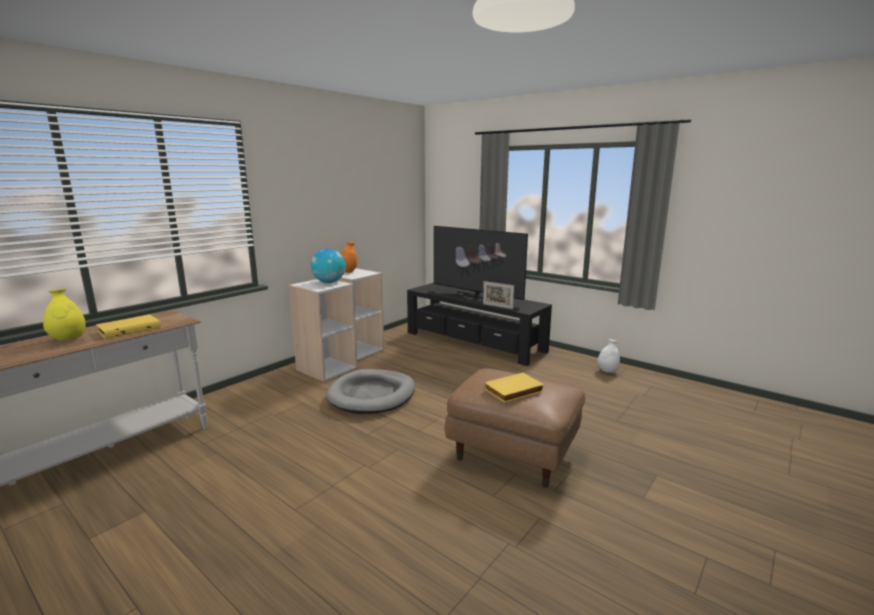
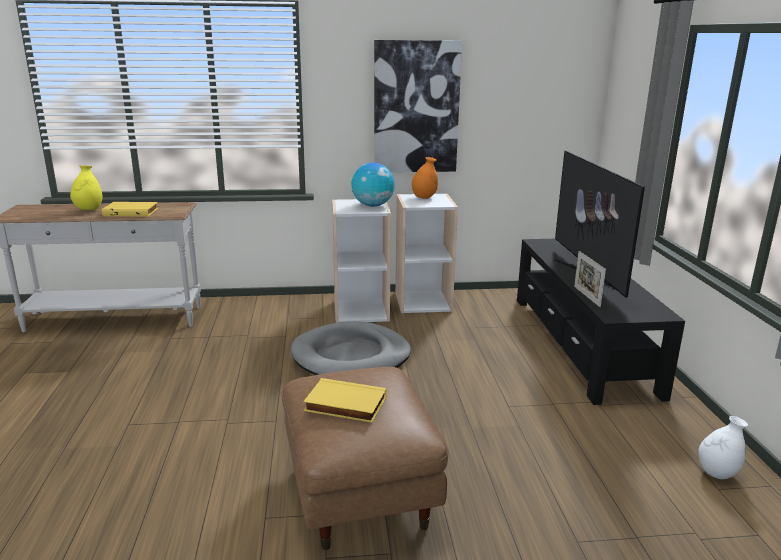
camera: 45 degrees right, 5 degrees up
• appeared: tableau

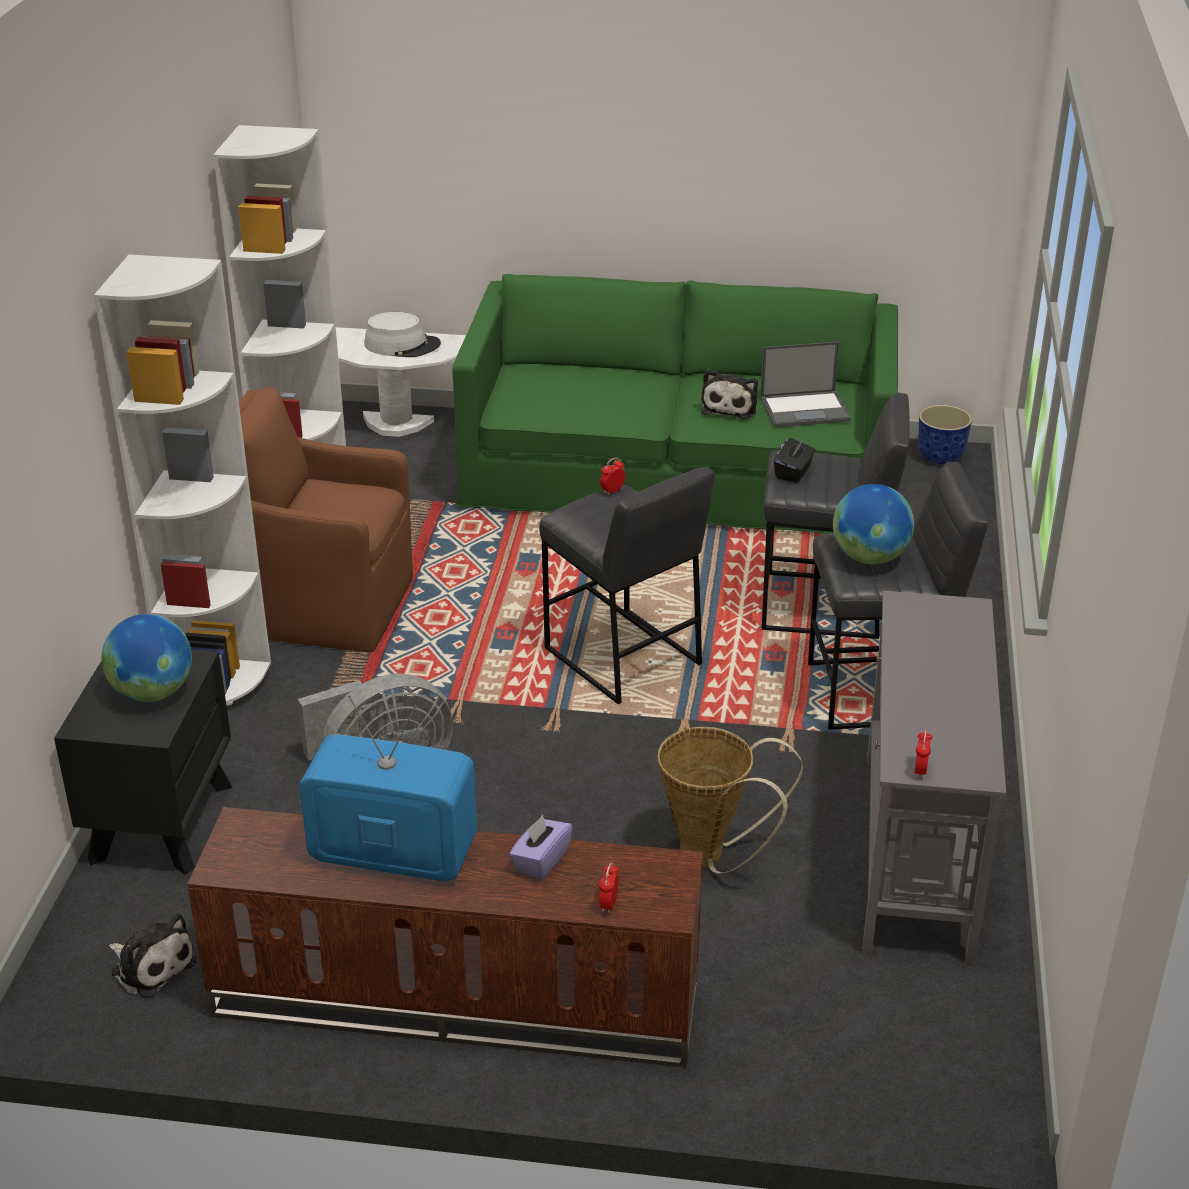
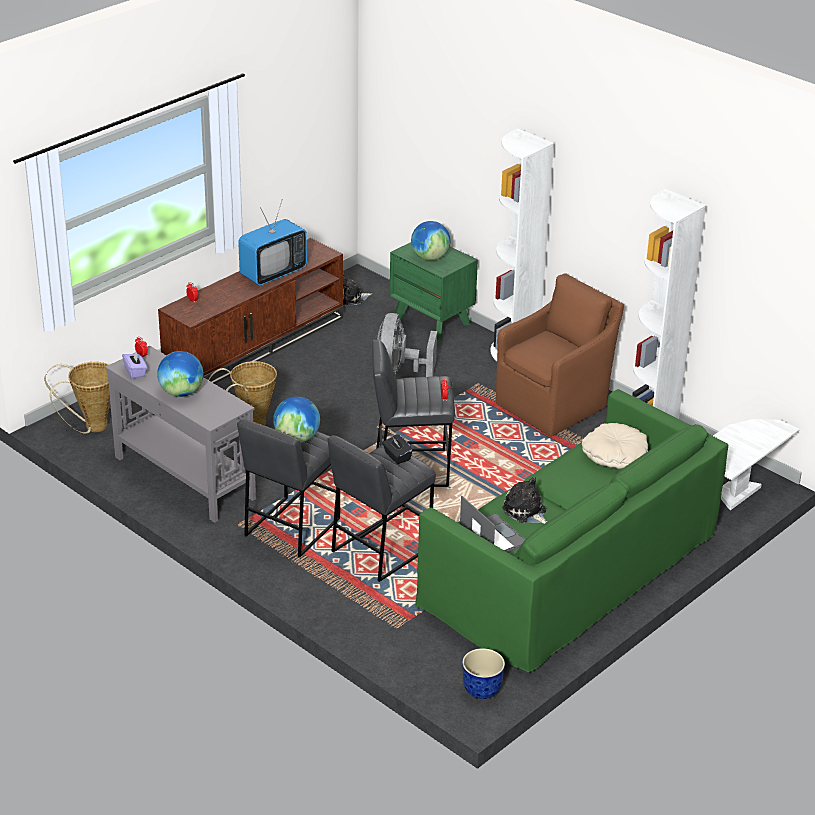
camera: 125 degrees right, 0 degrees up
• missing: chapeau/gris
• spun: ordinateur portable 120 degrees clockwise
• colour: table de chevet/noir to table de chevet/vert
• relocated: boîte à mouchoirs/violet
• appeared: globe (no. 1 from left)
• appeared: panier (no. 1 from left)
• appeared: coussin/beige

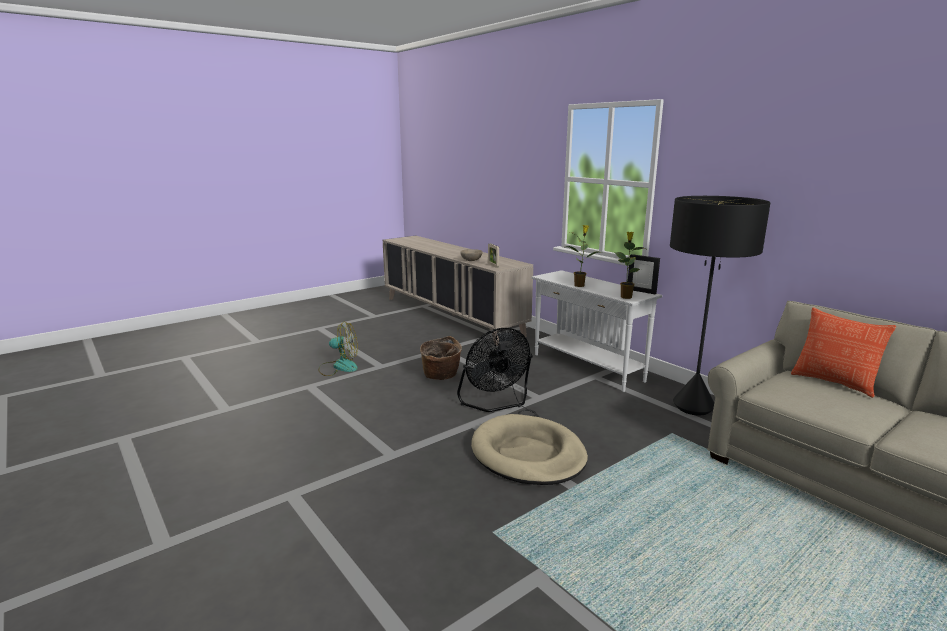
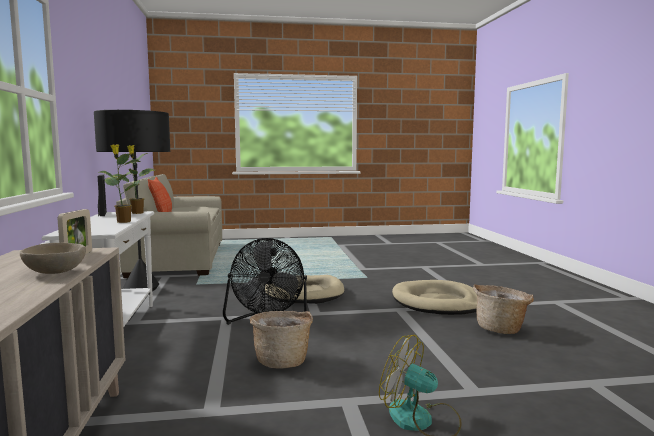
camera: 150 degrees left, 10 degrees down
• appeared: panier pour chien/beige (no. 2 from left)
• appeared: panier (no. 2 from left)

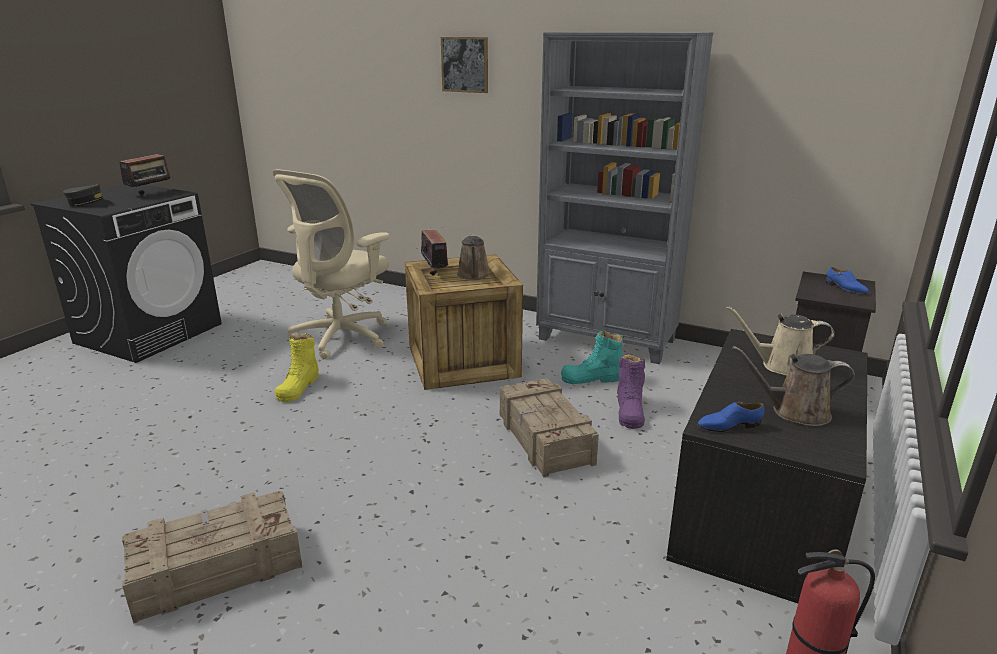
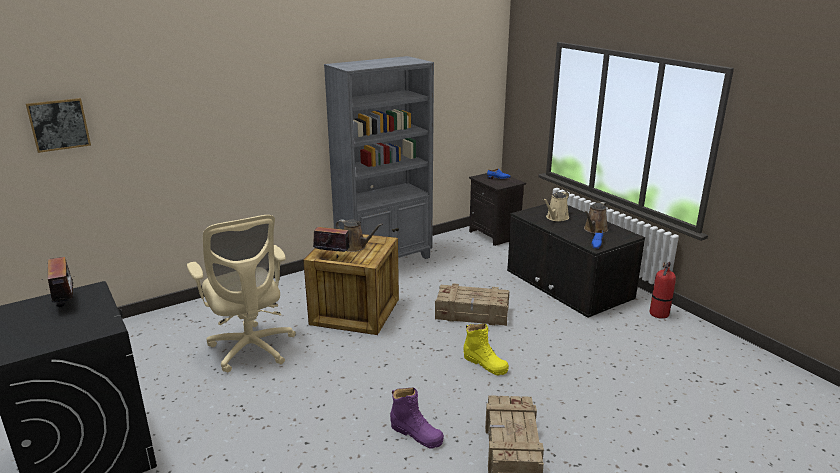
camera: 60 degrees left, 0 degrees up
• relocated: tableau
• missing: casquette/gris
• missing: botte/turquoise
• relocated: botte/jaune
• relocated: botte/violet

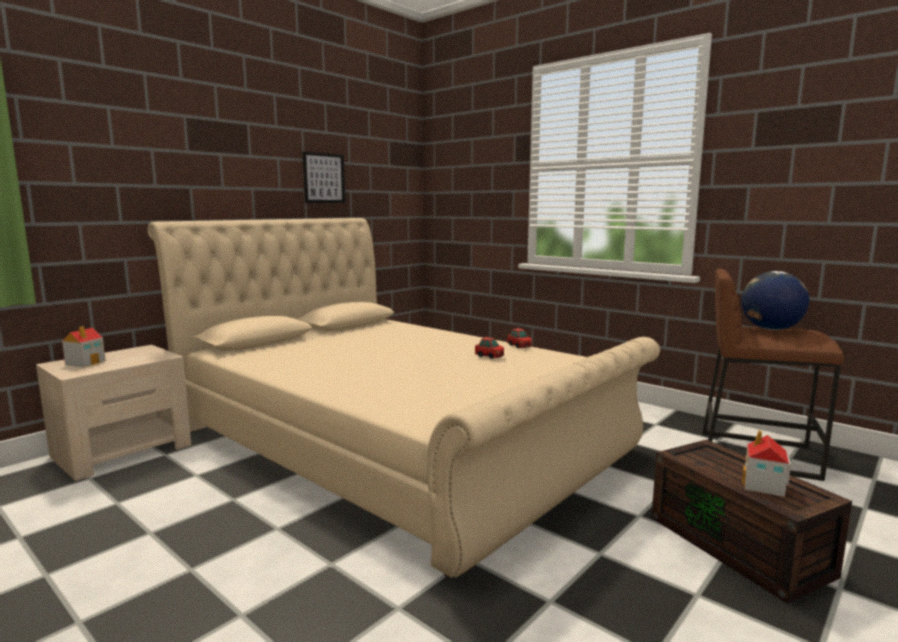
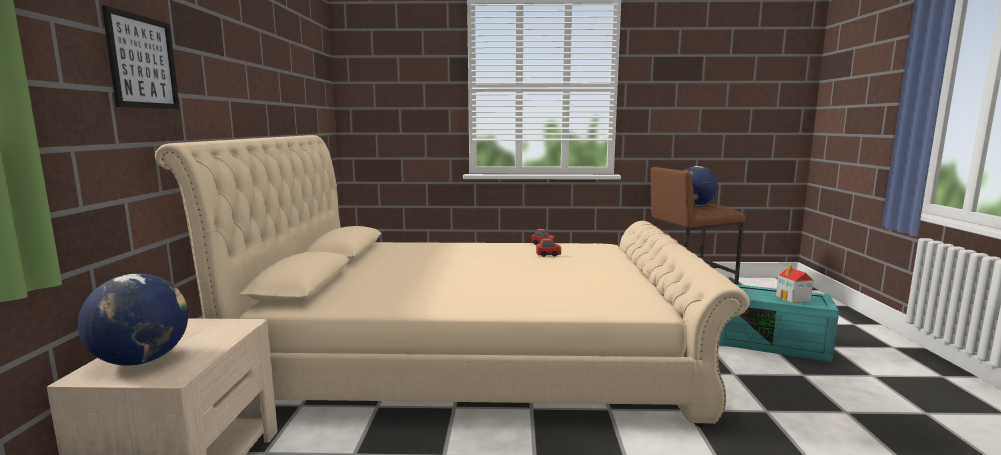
camera: 40 degrees left, 0 degrees up
• relocated: tableau
• exchanged: maison miniature (no. 1 from left) to globe (no. 1 from left)
• colour: boîte de rangement/marron to boîte de rangement/turquoise

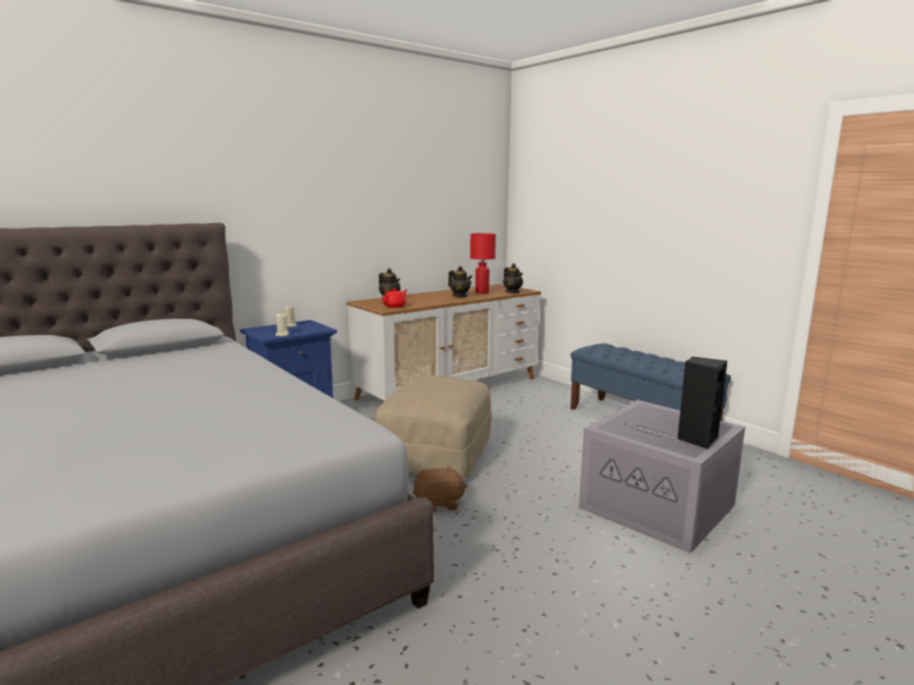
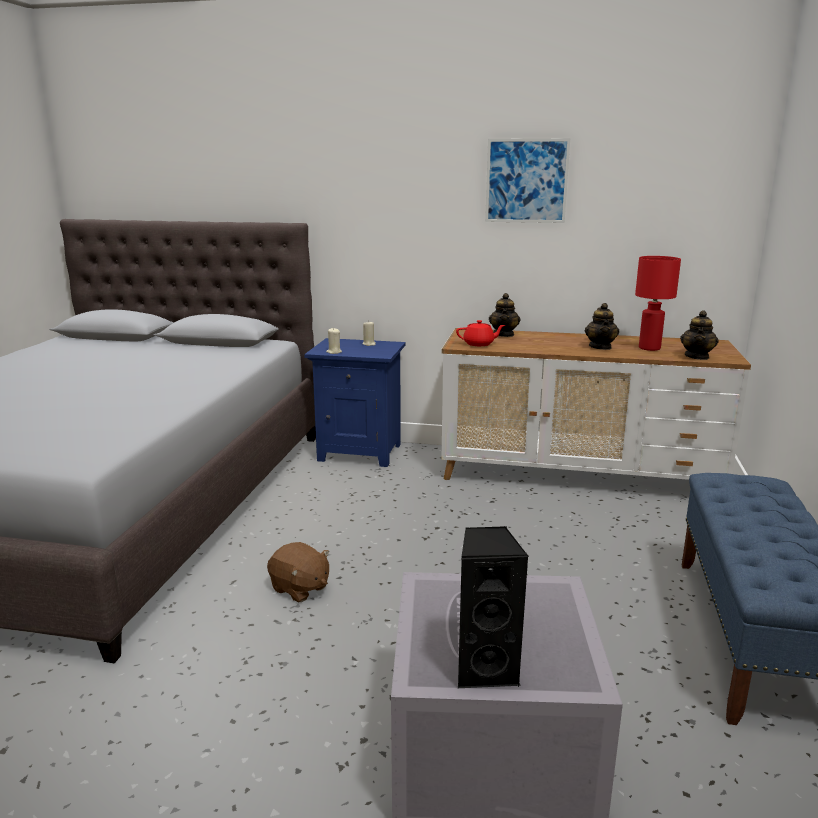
camera: 50 degrees right, 5 degrees up
• missing: pouf/beige
• appeared: tableau

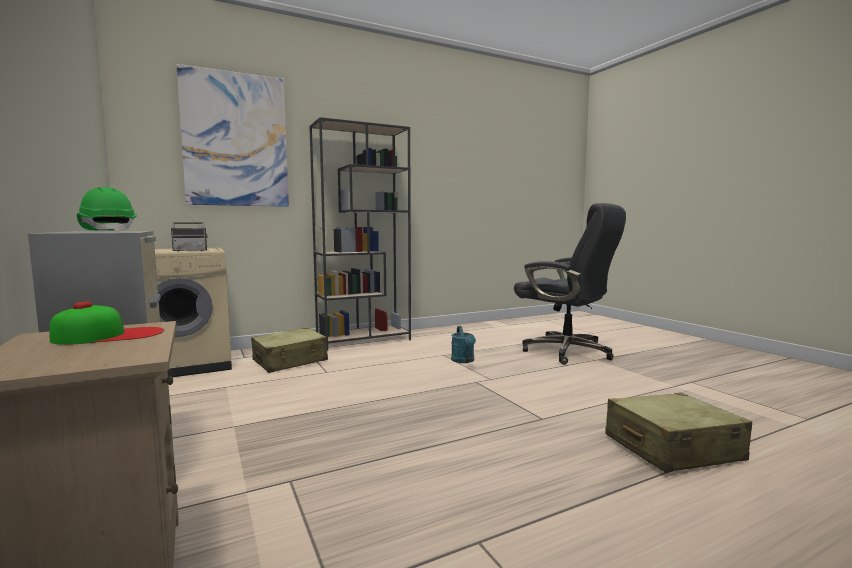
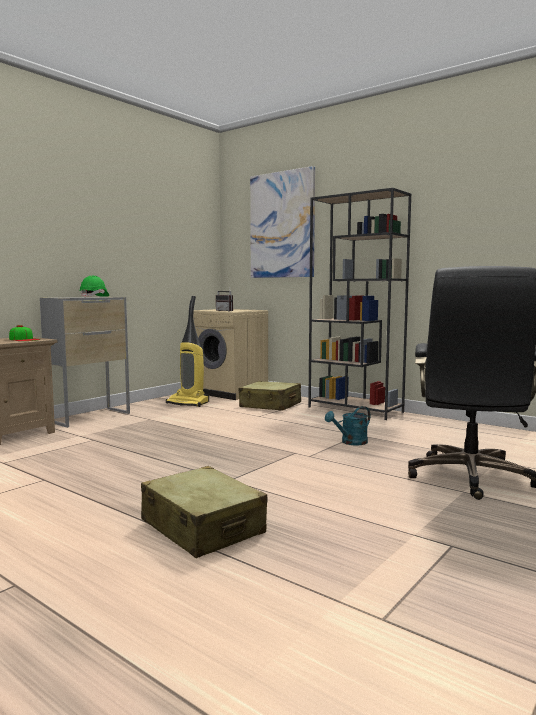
camera: 65 degrees right, 0 degrees up
• appeared: aspirateur

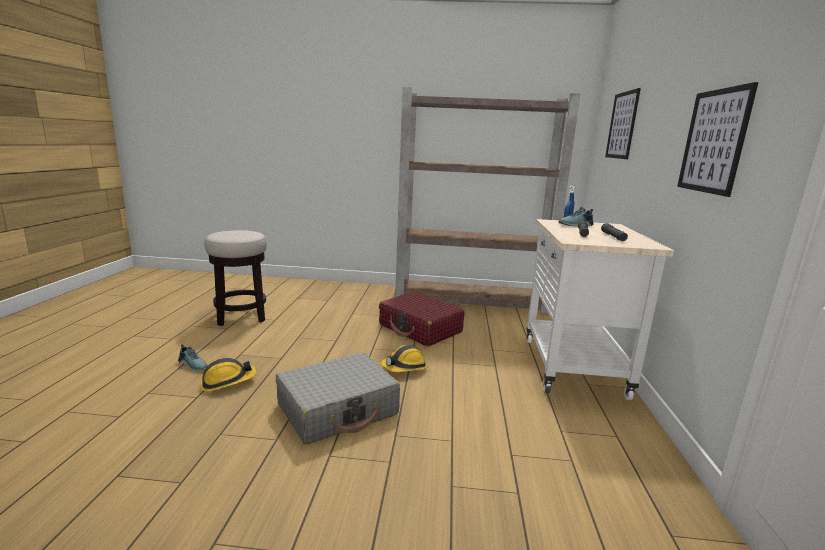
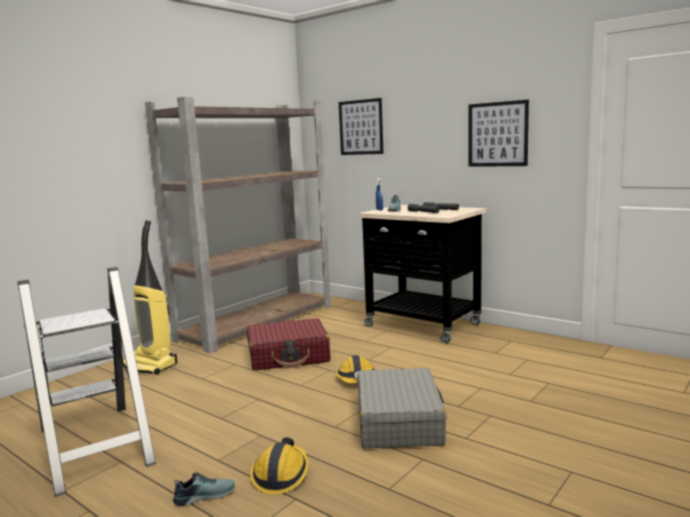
camera: 55 degrees left, 5 degrees down
• colour: chariot/blanc to chariot/noir
• exchanged: tabouret to escabeau/gris
• appeared: aspirateur

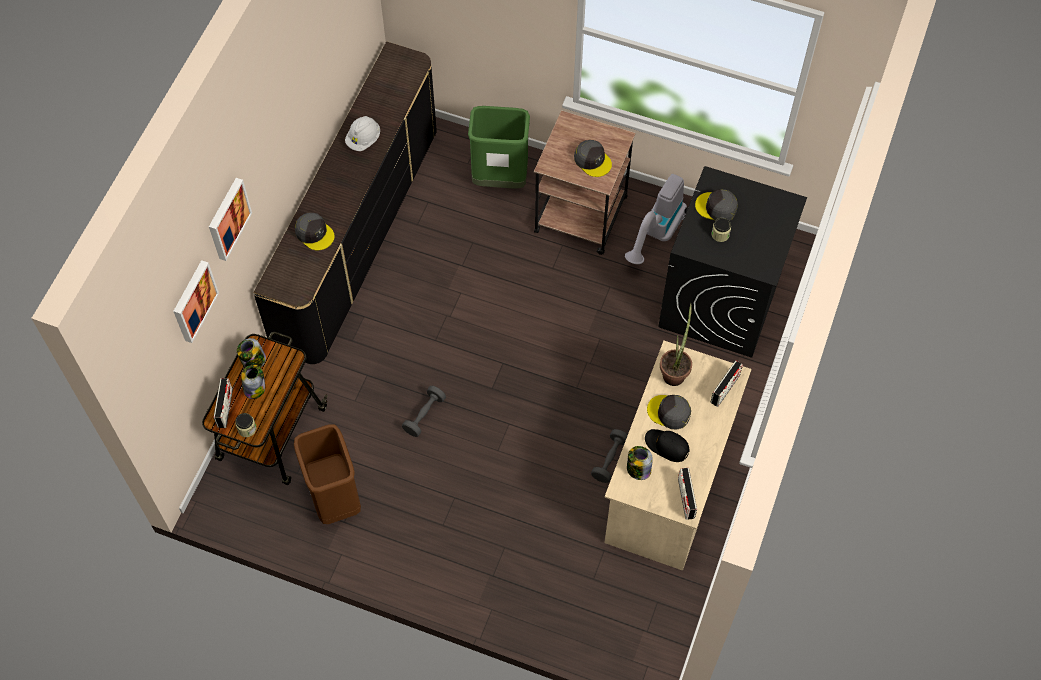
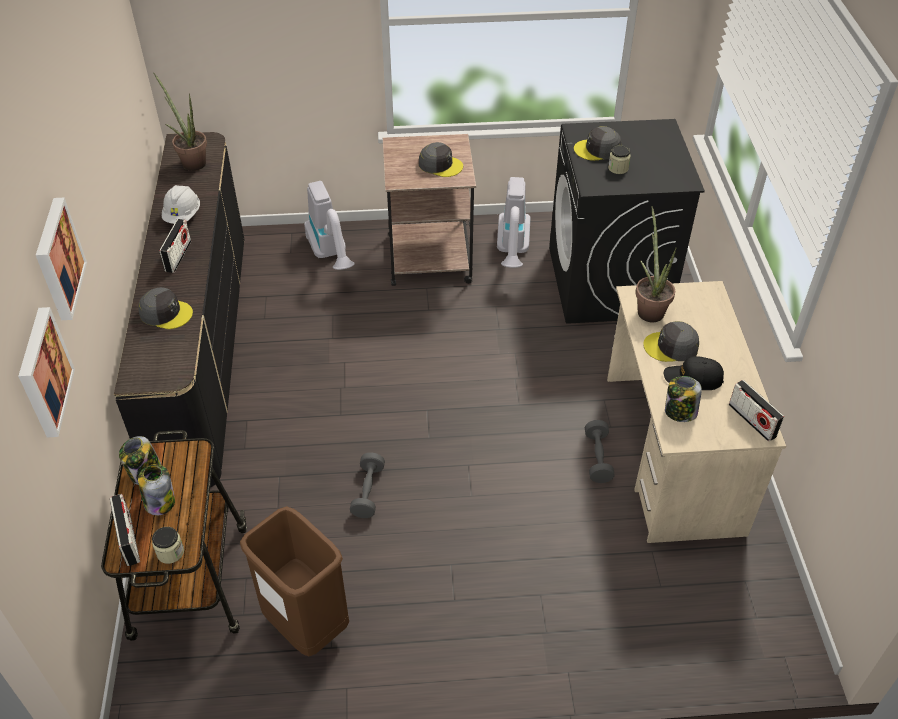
camera: 25 degrees left, 15 degrees down
• exchanged: poubelle/vert to aspirateur (no. 1 from left)
• relocated: radio (no. 3 from left in the first image) to radio (no. 2 from left)
• appeared: plante en pot (no. 1 from left)

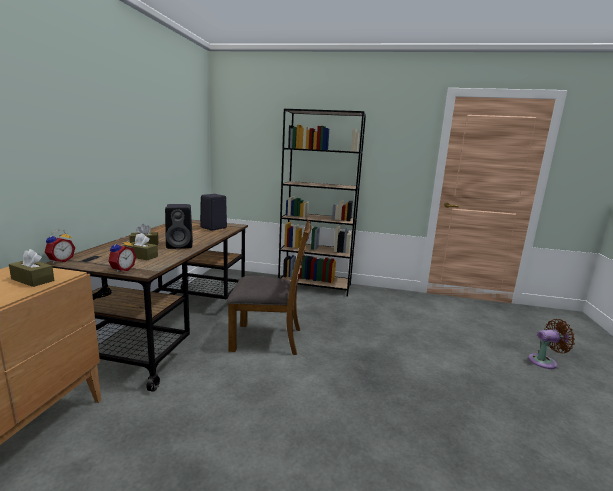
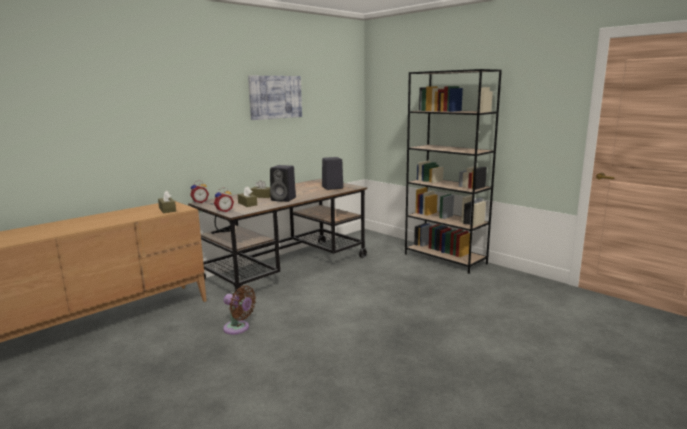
camera: 35 degrees right, 0 degrees up
• missing: chaise/marron
• relocated: ventilateur/marron
• appeared: tableau

